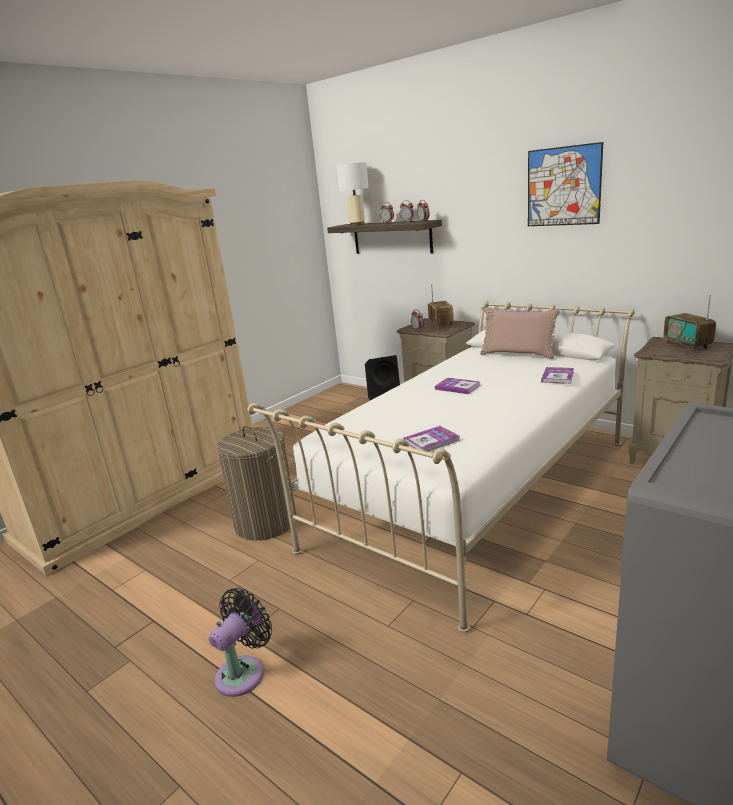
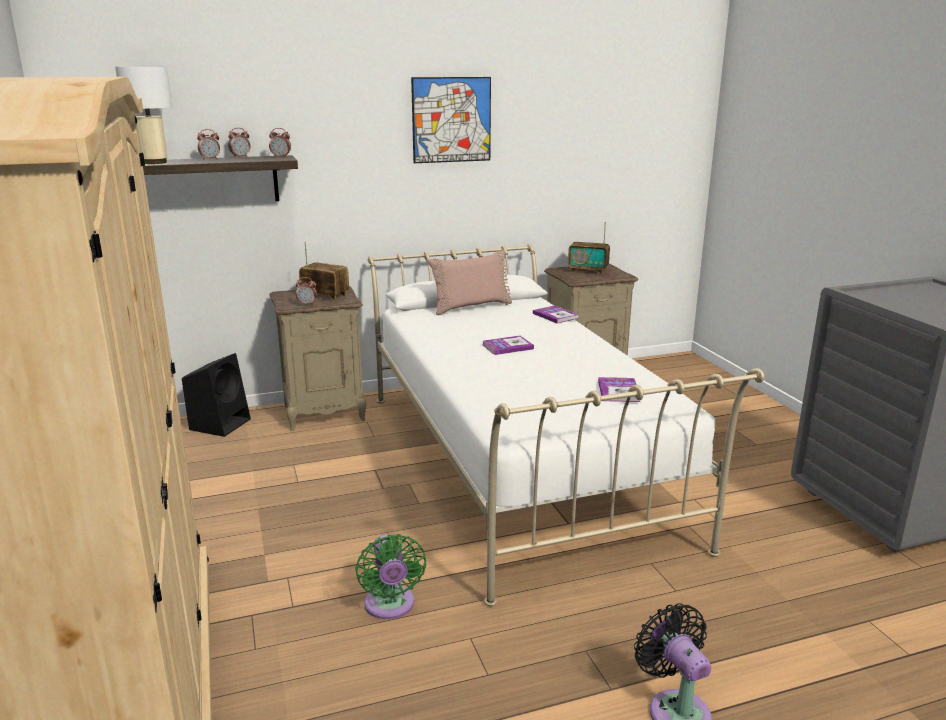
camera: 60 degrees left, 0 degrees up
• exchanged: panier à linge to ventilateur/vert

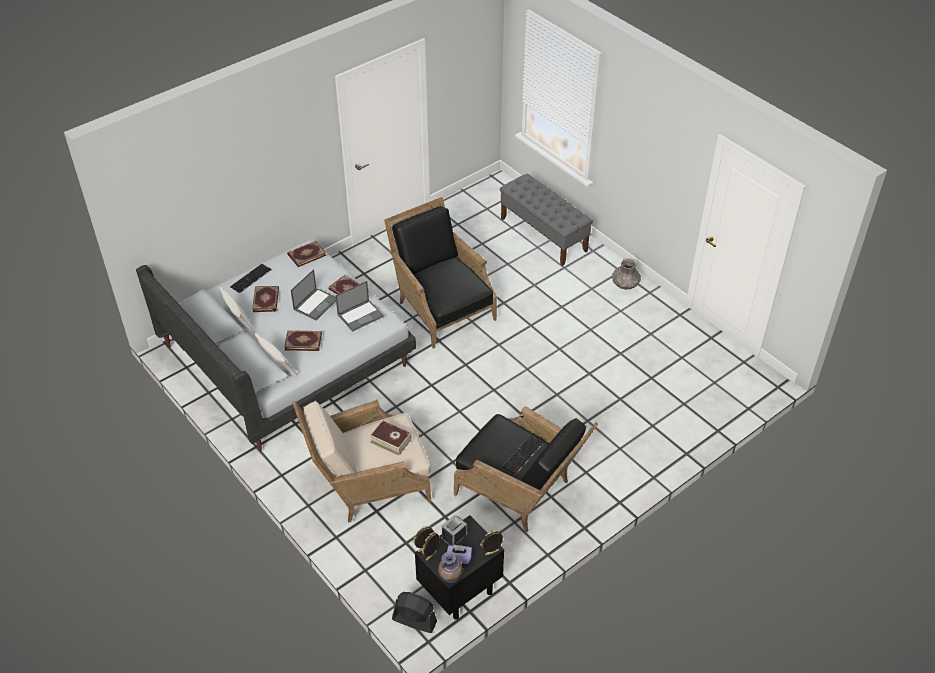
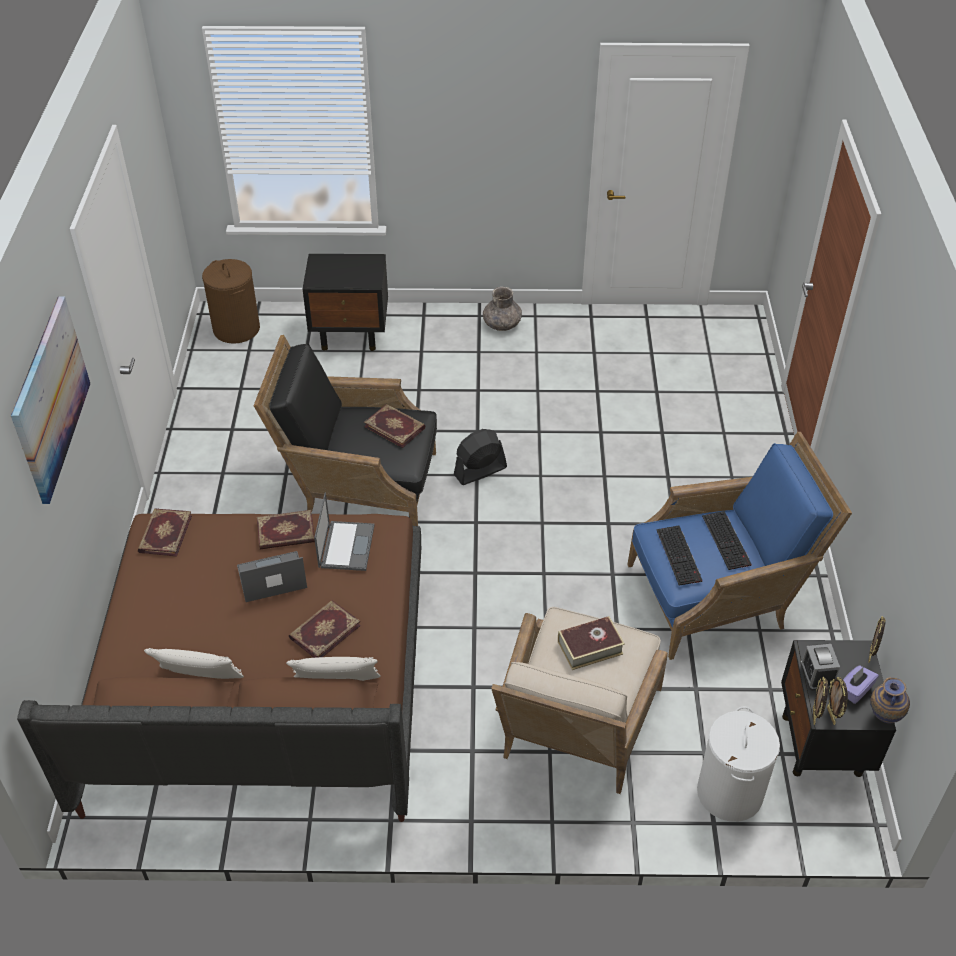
camera: 50 degrees left, 0 degrees up
• exchanged: banc/gris to table de chevet/noir (no. 1 from left)
• colour: lit/gris to lit/marron
• relocated: clavier (no. 1 from left)
• spun: ordinateur portable (no. 1 from left) 90 degrees counterclockwise
• relocated: livre (no. 1 from left in the first image) to livre (no. 4 from left)
• colour: fauteuil/noir (no. 2 from left) to fauteuil/bleu
• relocated: ventilateur/noir
• appeared: panier à linge/marron
• appeared: tableau
• appeared: panier à linge/blanc

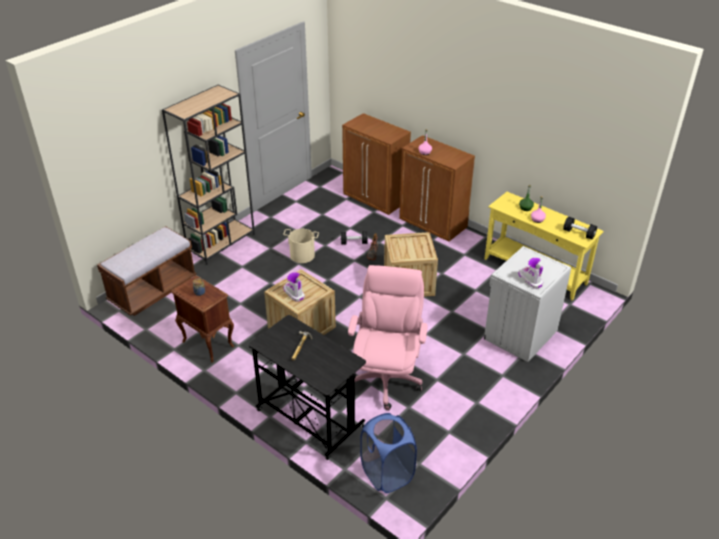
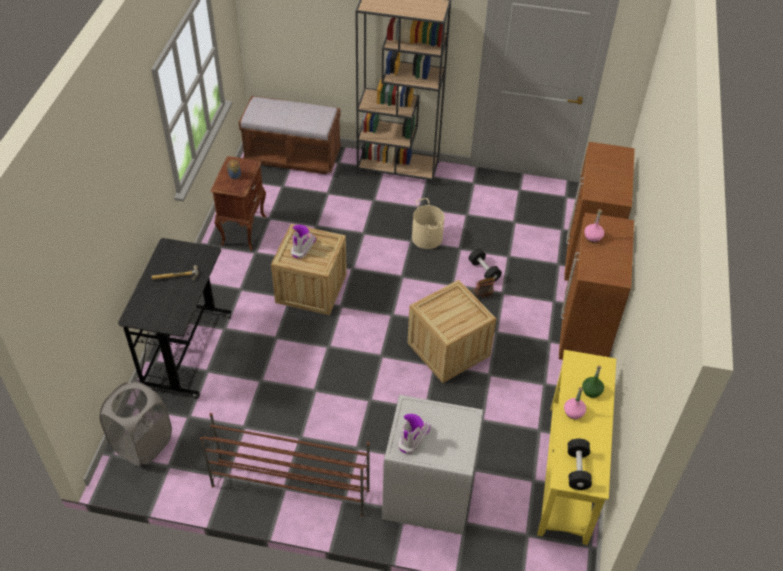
camera: 60 degrees right, 10 degrees up
• missing: chaise de bureau/rose
• colour: panier à linge/bleu to panier à linge/gris
• appeared: étagère à chaussures/marron

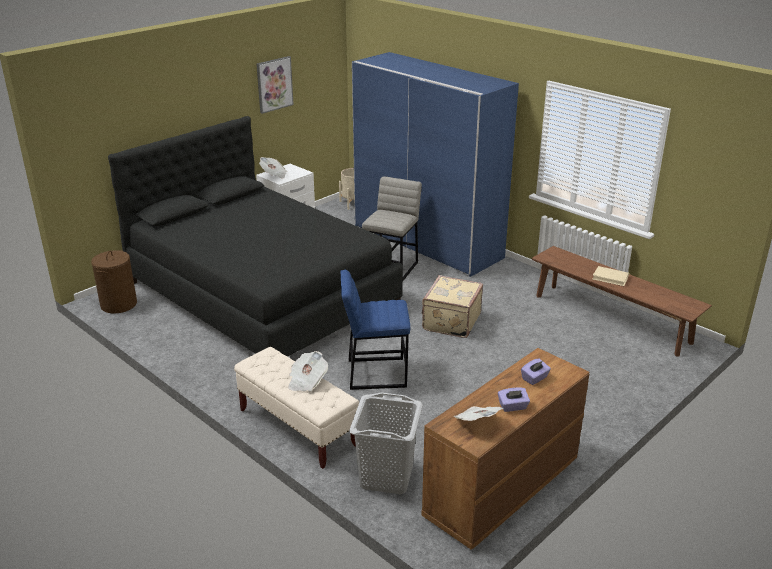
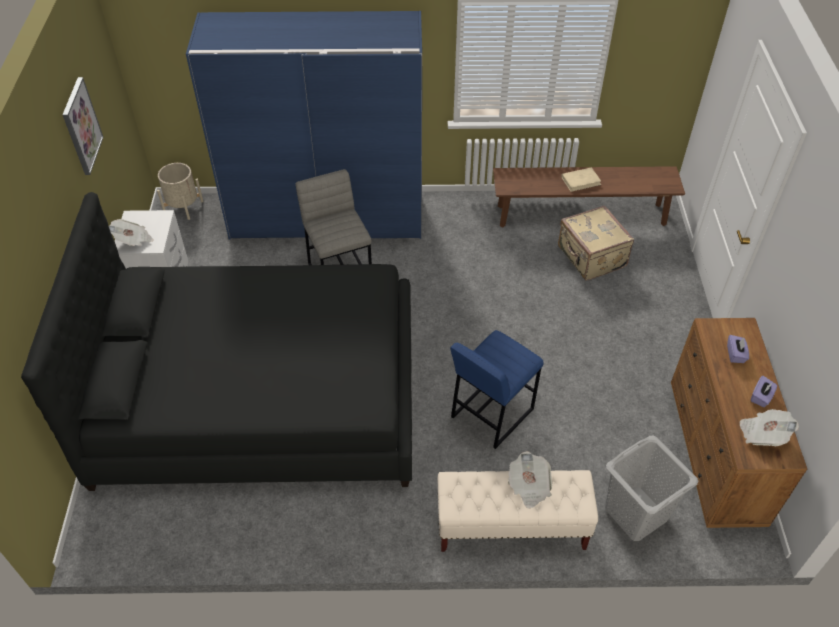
camera: 45 degrees left, 20 degrees up
• missing: panier à linge/marron
• relocated: valise/beige

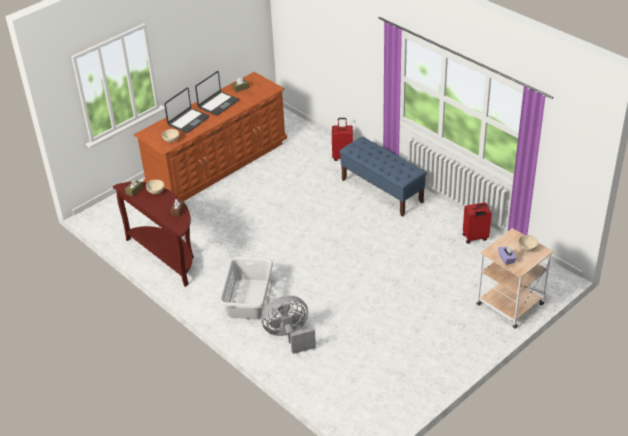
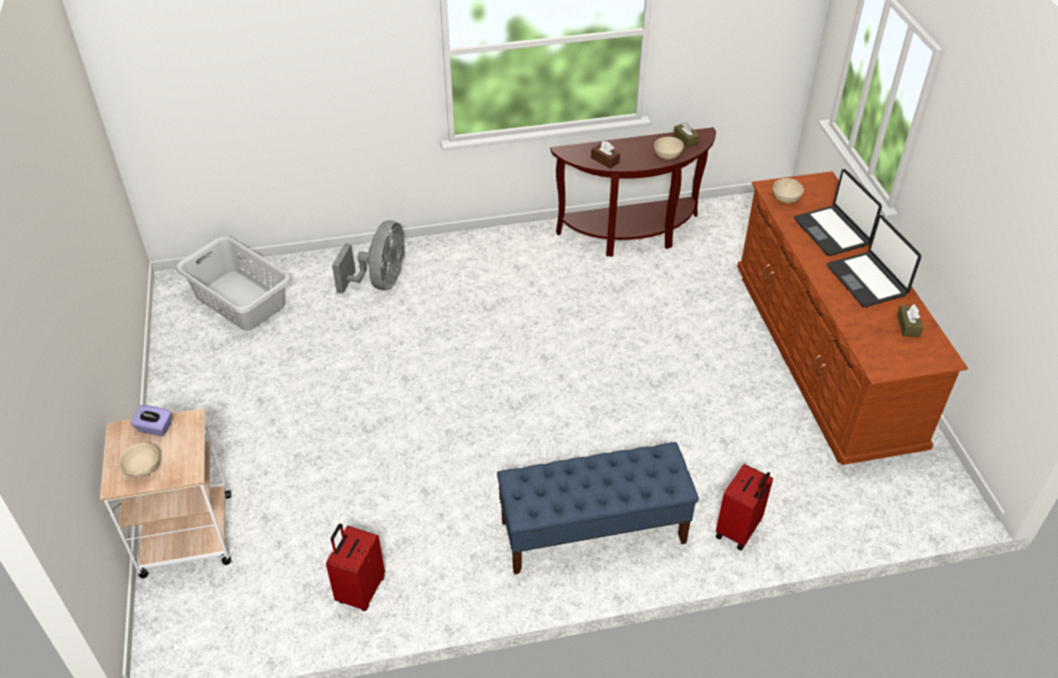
camera: 120 degrees right, 5 degrees up
• relocated: panier à linge/gris

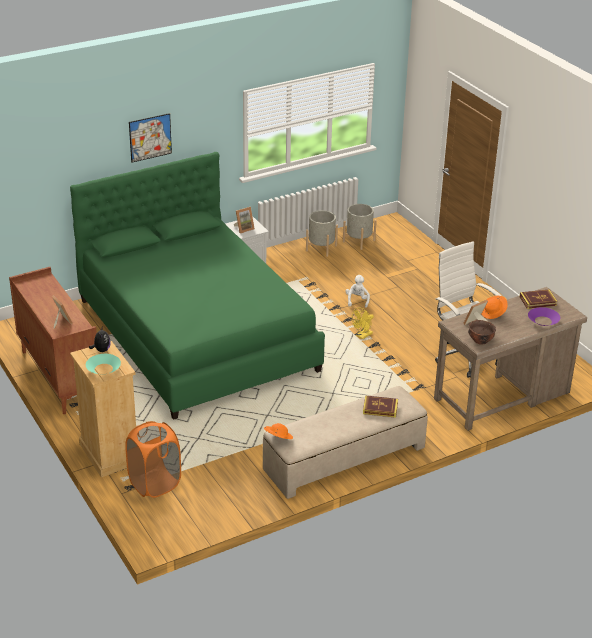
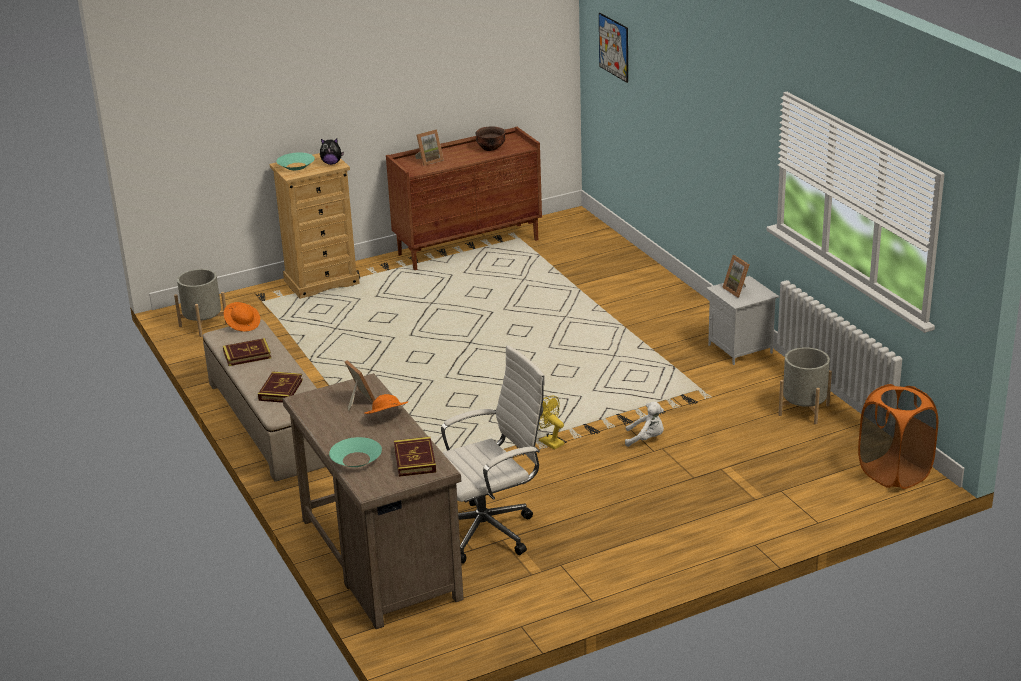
camera: 95 degrees right, 5 degrees down
• relocated: tableau
• missing: lit/vert
• relocated: cache-pot/gris (no. 2 from left in the first image) to cache-pot/gris (no. 1 from left)
• colour: bol/violet to bol/turquoise (no. 2 from left)
• relocated: bol/marron
• relocated: panier à linge/orange
• appeared: livre (no. 1 from left)

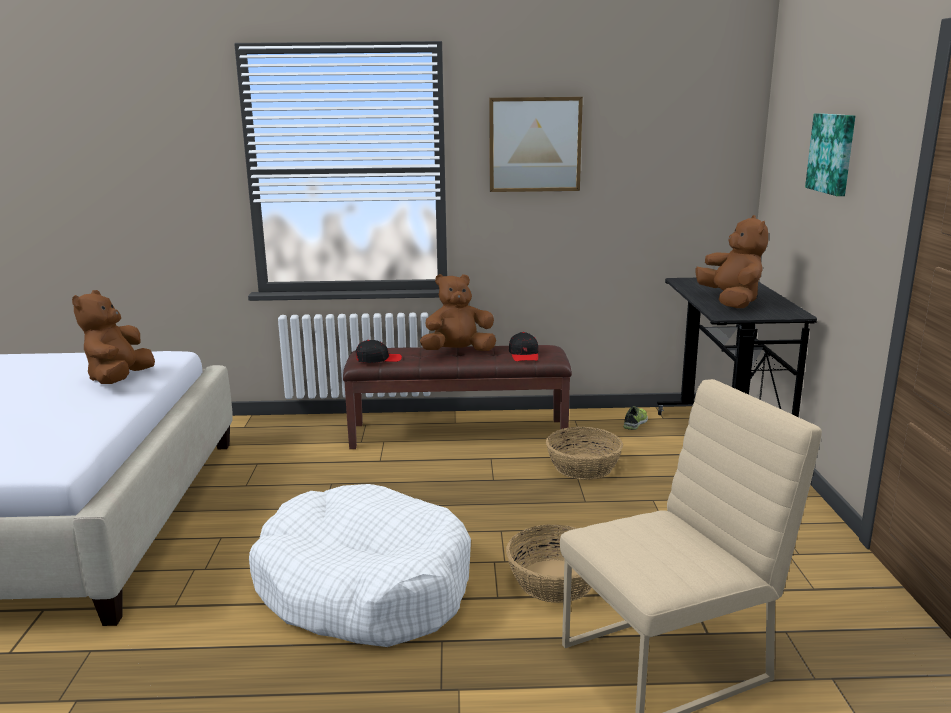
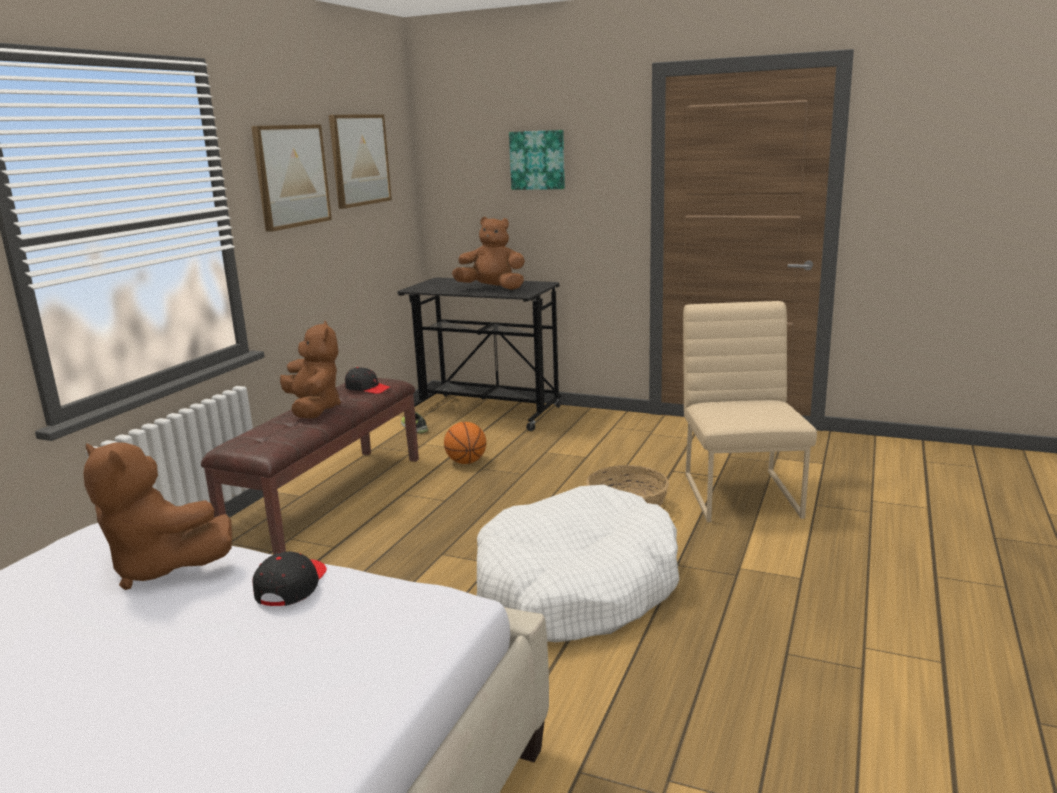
camera: 65 degrees left, 0 degrees up
• spun: peluche/marron (no. 2 from left) 150 degrees clockwise
• relocated: casquette/noir (no. 1 from left)
• exchanged: panier (no. 2 from left) to ballon de basket
• appeared: tableau (no. 2 from left)

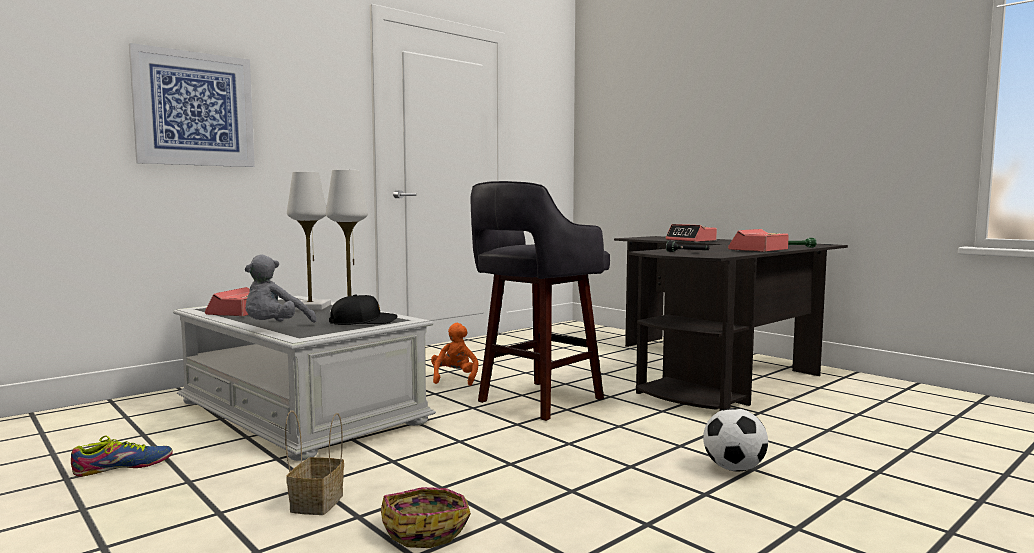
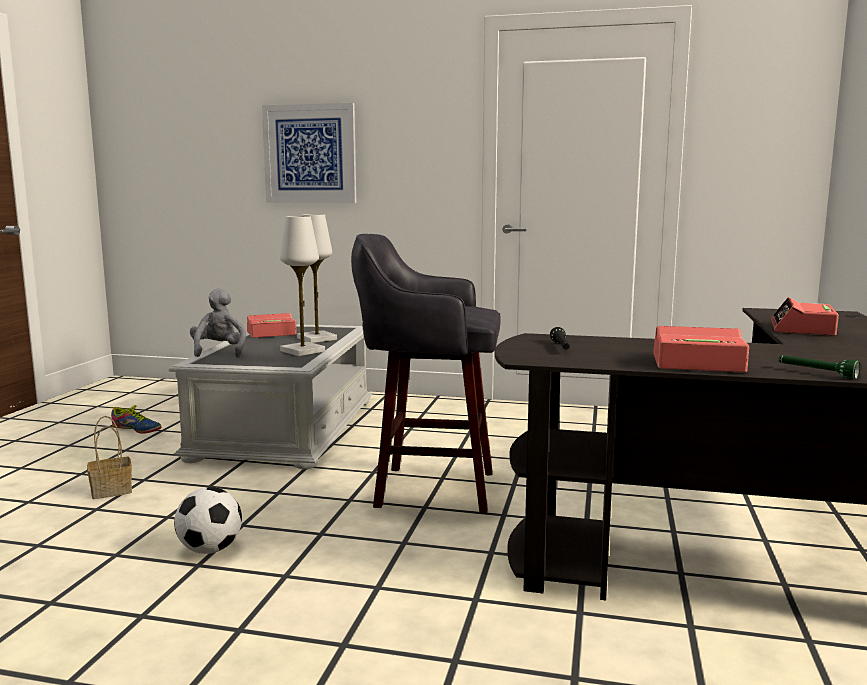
camera: 55 degrees right, 5 degrees up
• spun: peluche/gris 90 degrees clockwise
• missing: casquette/noir
• missing: peluche/orange
• relocated: ballon de foot
• missing: panier (no. 2 from left)

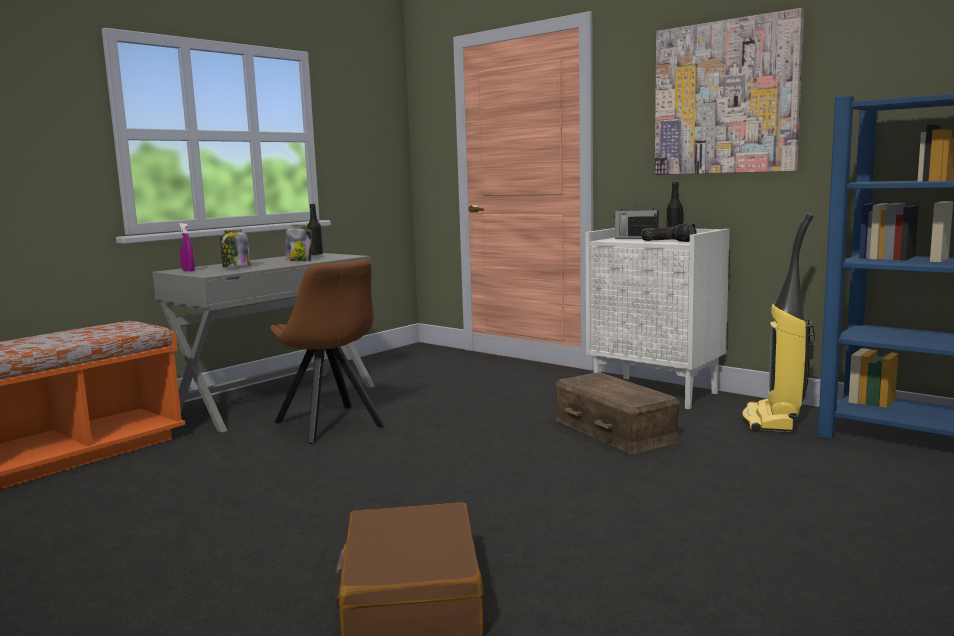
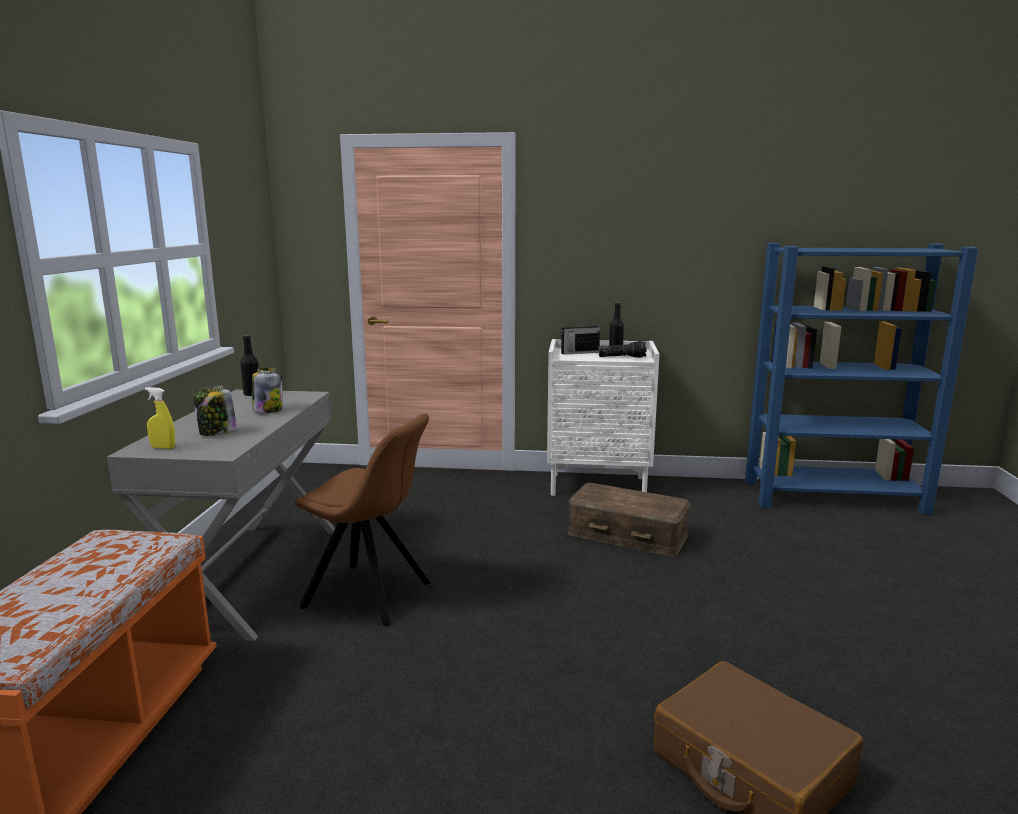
camera: 35 degrees left, 5 degrees up
• missing: tableau
• missing: aspirateur
• colour: vaporisateur/violet to vaporisateur/jaune

